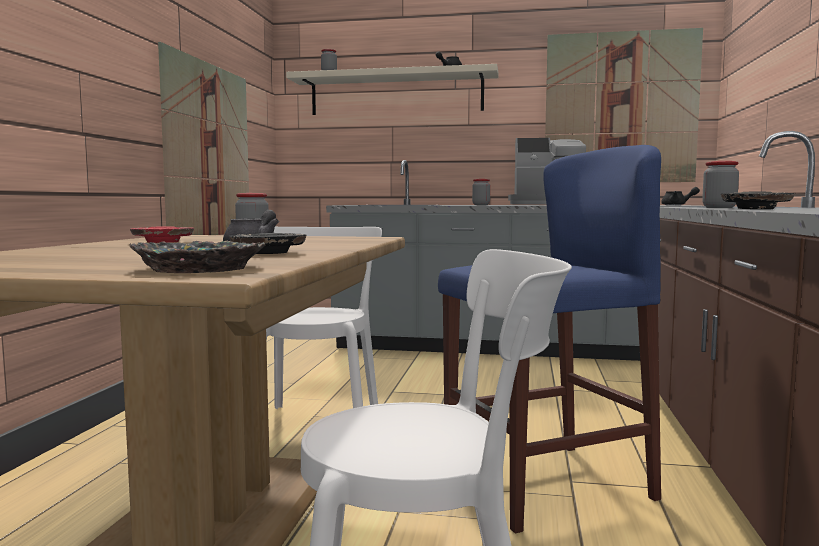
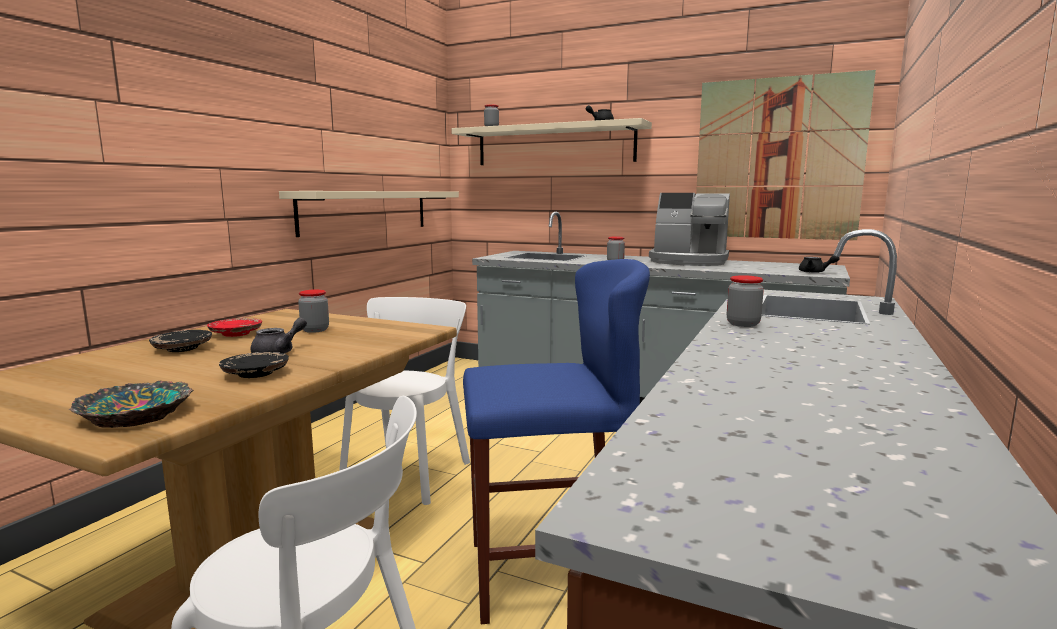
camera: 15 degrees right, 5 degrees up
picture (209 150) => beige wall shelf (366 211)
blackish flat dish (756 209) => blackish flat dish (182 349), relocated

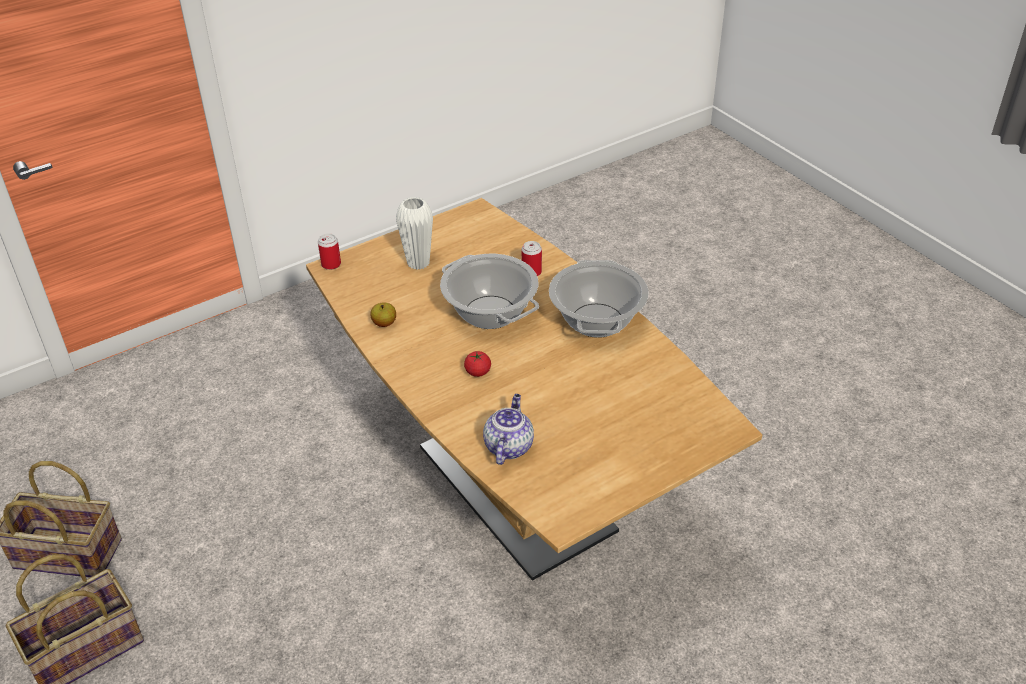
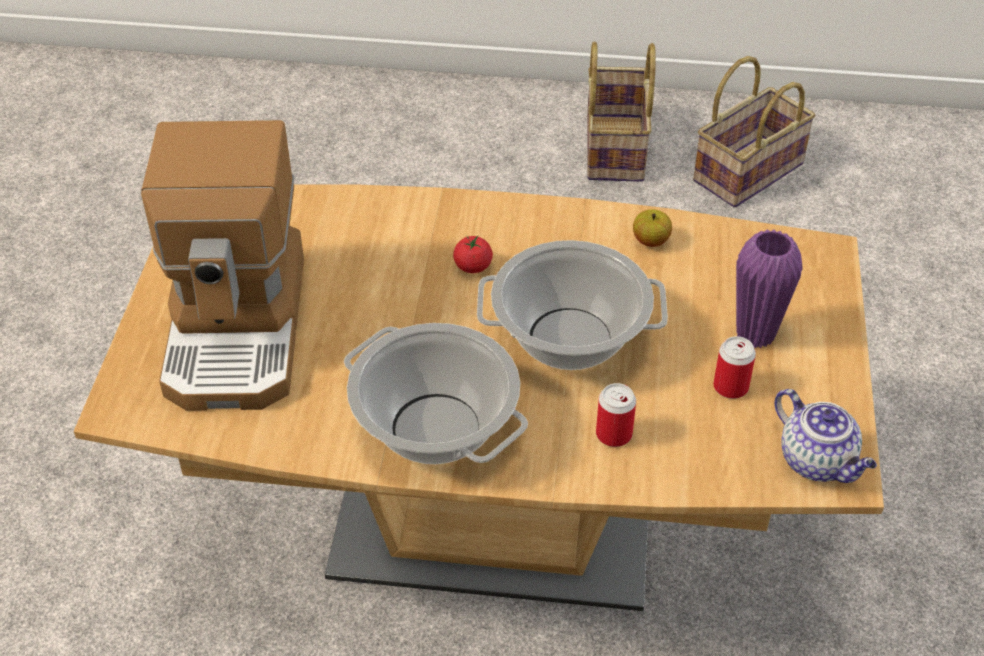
camera: 130 degrees right, 5 degrees up
can (331 264) => can (730 387), relocated
white-coloured decorative vase (418 263) => purplish decorative vase (755 334)
teapot (508 446) => teapot (818 462), relocated
nothing => coffee brewer (239 328)

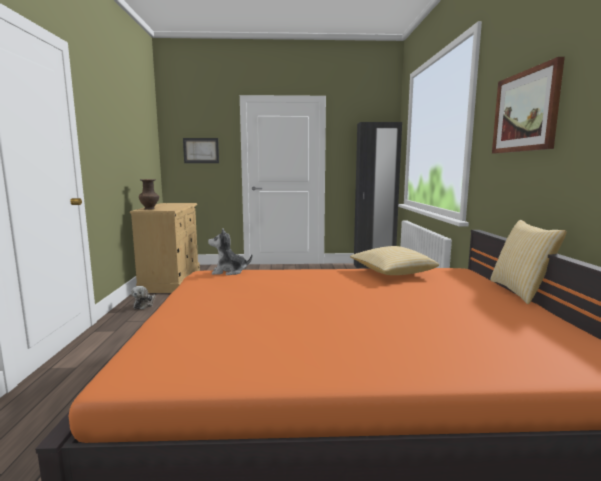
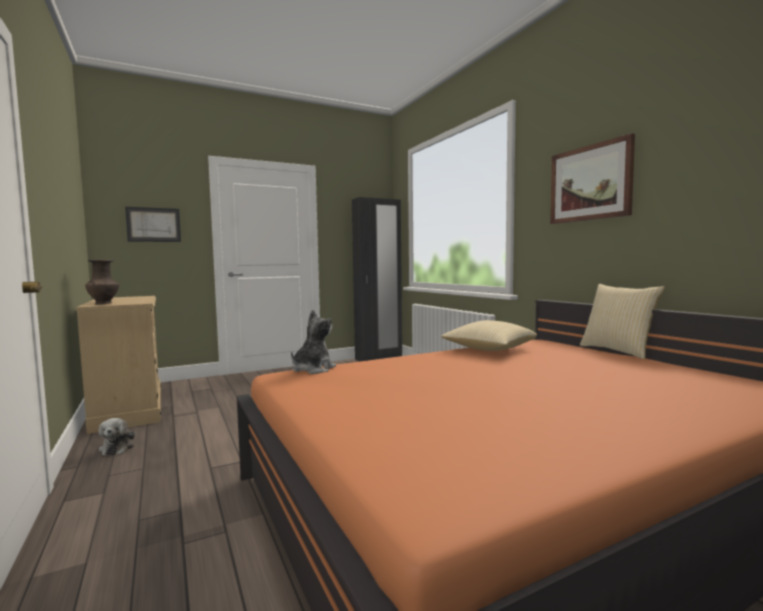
camera: 25 degrees left, 5 degrees down
plush toy (229 272) => plush toy (312 370), 150 degrees clockwise

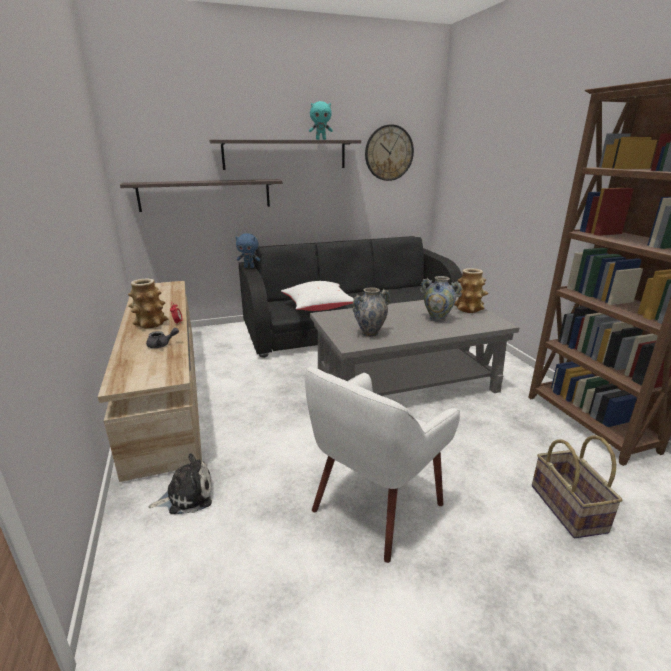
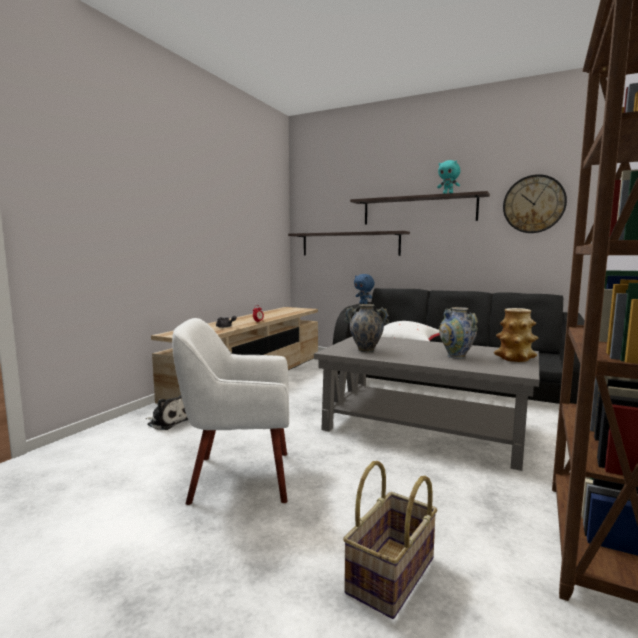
camera: 45 degrees right, 15 degrees down
decorative vase (150 324) => nothing

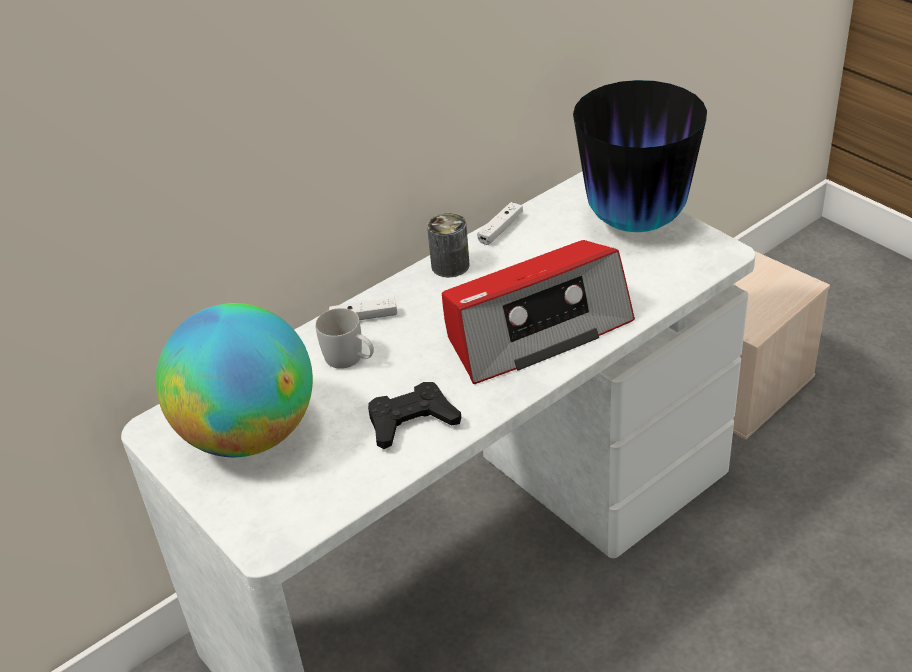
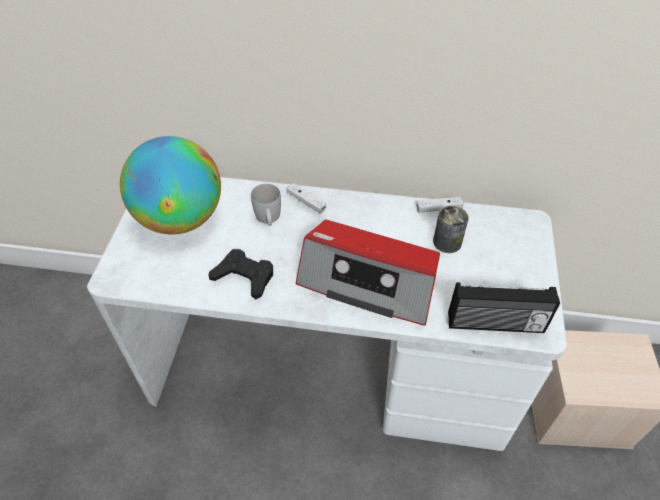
camera: 45 degrees right, 10 degrees up
can (450 265) => can (447 242), relocated
decorative vase (636 221) => nothing
nothing => radio (495 324)

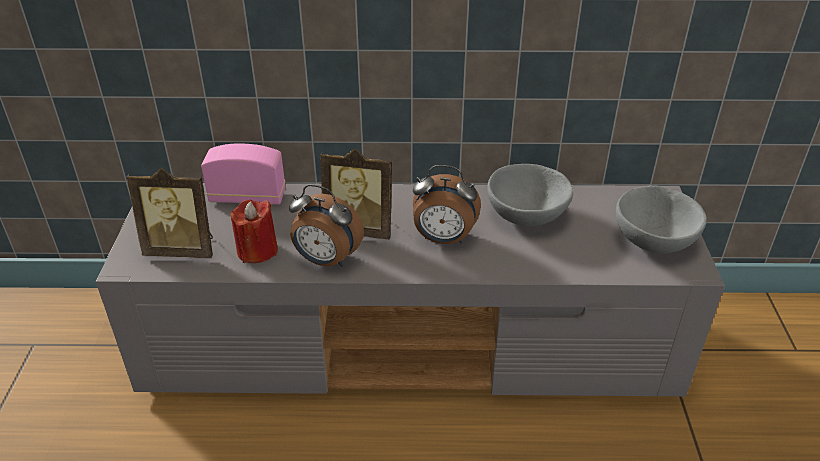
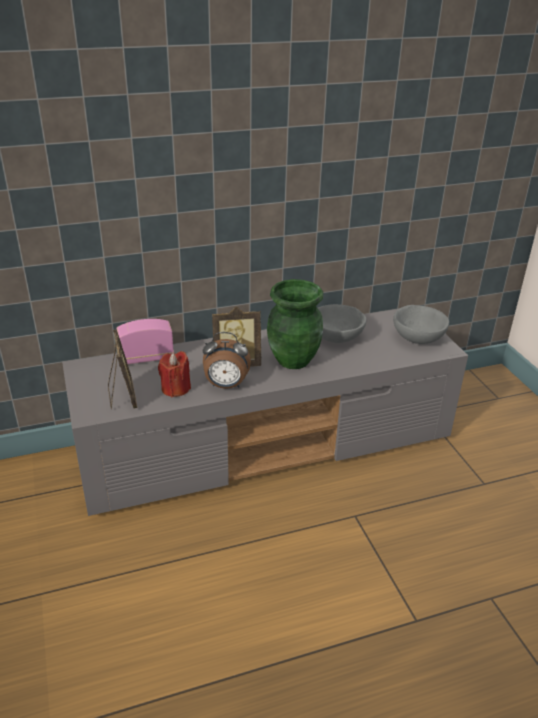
camera: 20 degrees left, 5 degrees down
standing frame (182 249) => standing frame (122 397), 90 degrees counterclockwise
bedside clock (443 239) => greenish decorative vase (293 360)

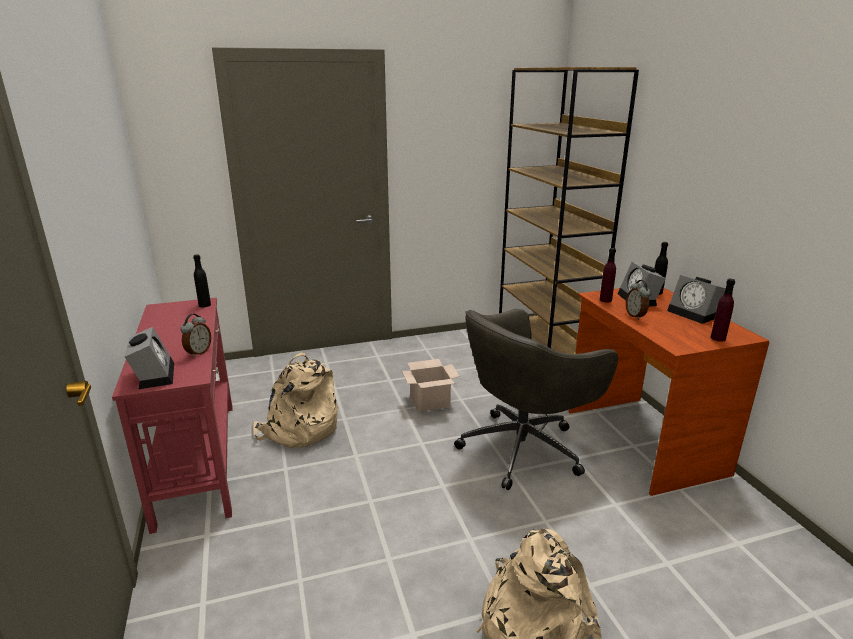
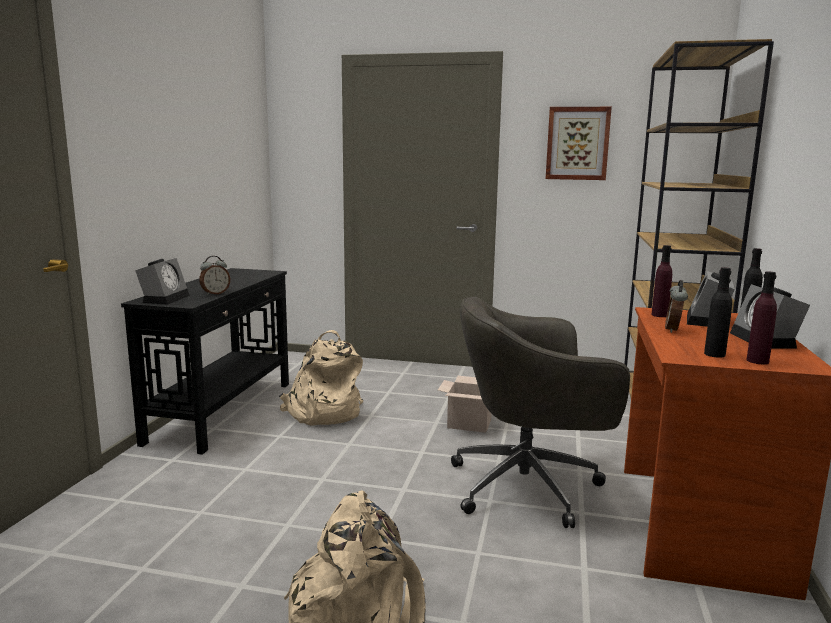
camera: 30 degrees right, 10 degrees down
red-coloured console table (198 459) => blackish console table (223 411)
blackish drink bottle (204 305) => blackish drink bottle (714 354), relocated
nothing => picture (577 143)

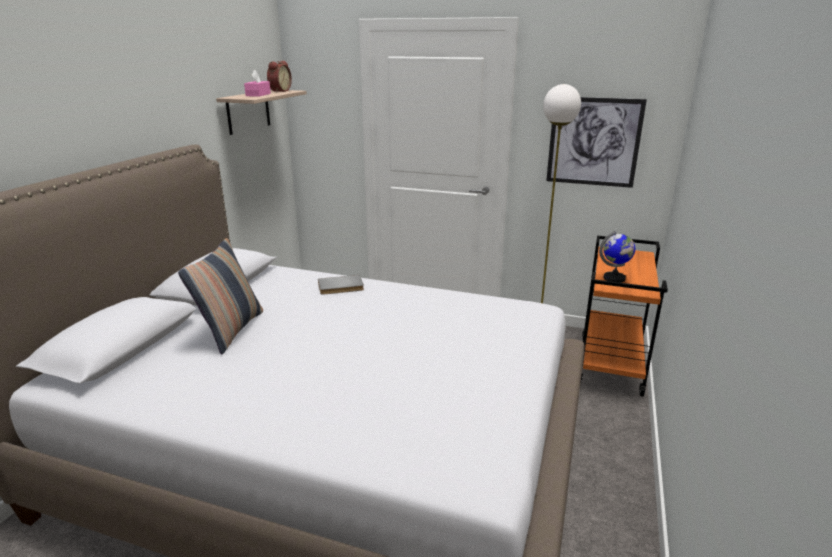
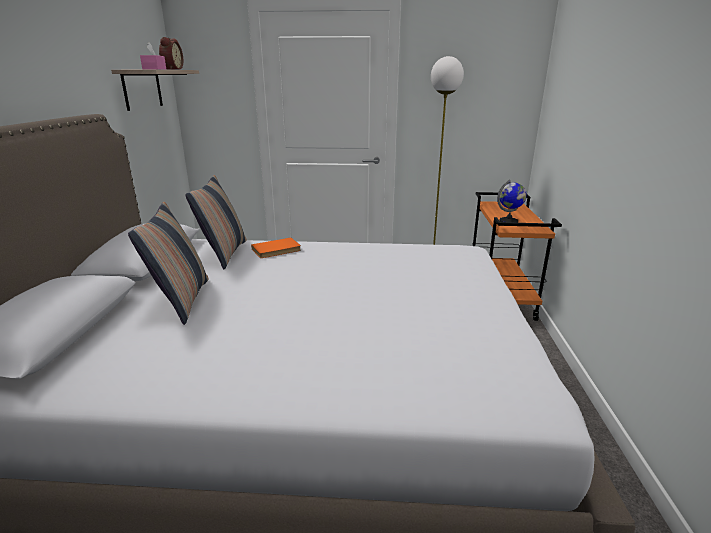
camera: 15 degrees left, 0 degrees up
gray book (341 287) => orange-coloured book (277 250)
picture (593 142) => nothing
nothing => throw pillow (224 254)

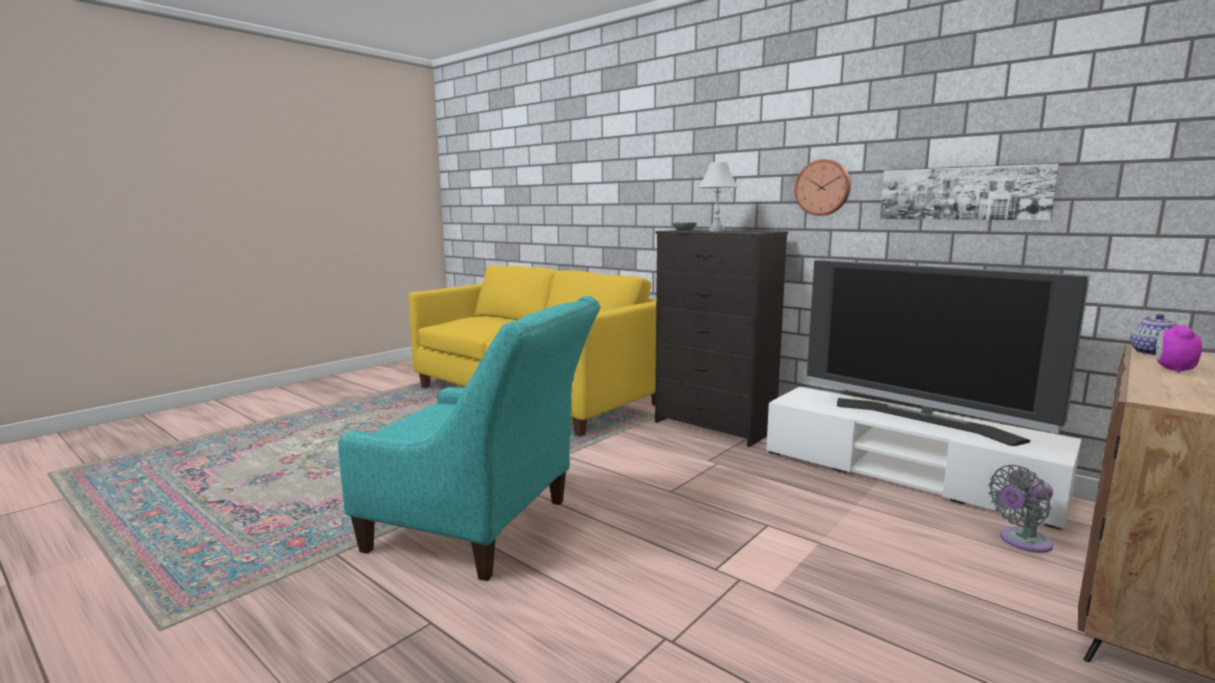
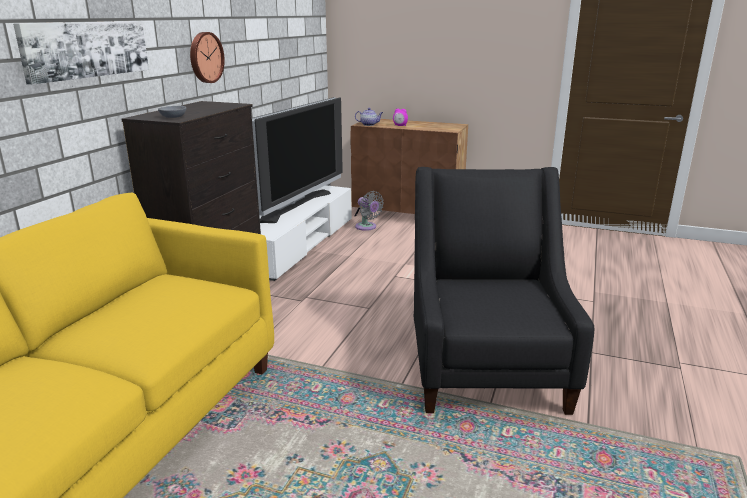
camera: 110 degrees left, 10 degrees up
blue-green easy chair (483 528) => blackish easy chair (486 369)
white-coloured tabletop lamp (716 231) => nothing
picture (962 193) => picture (86 49), relocated

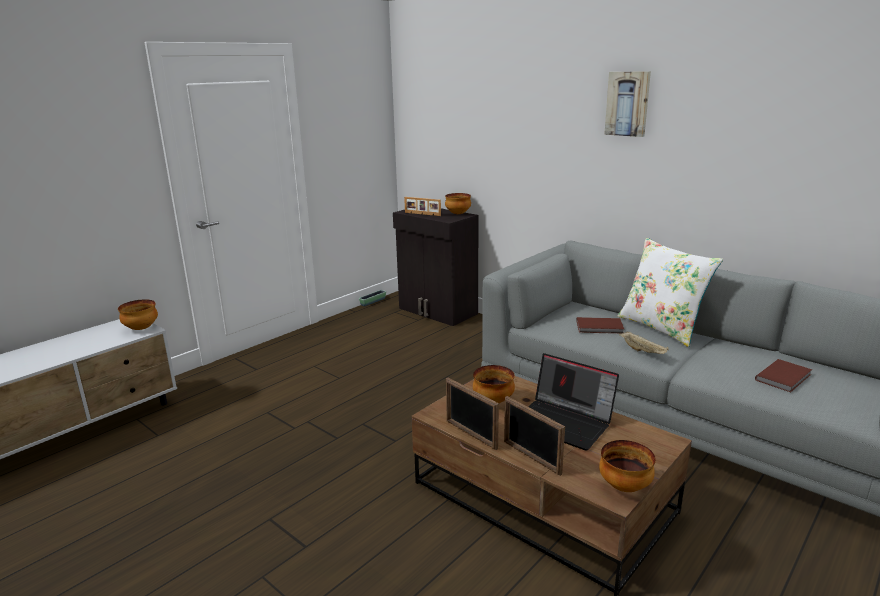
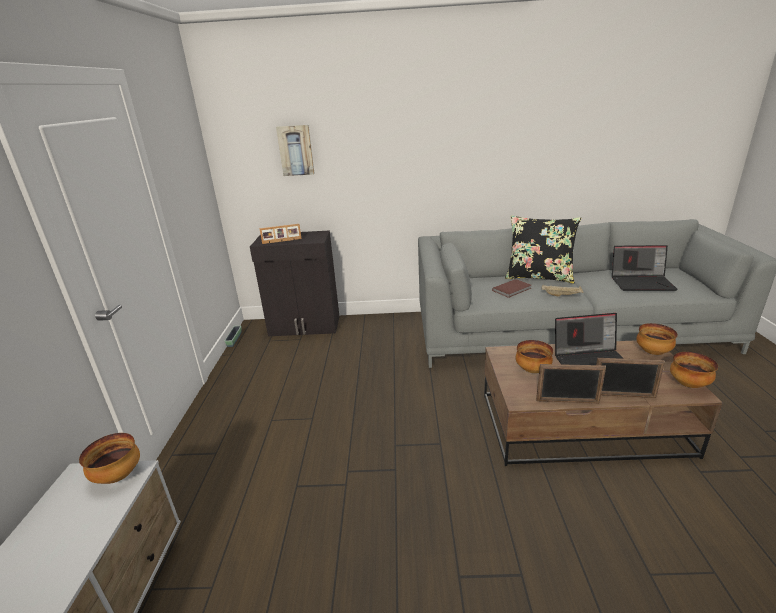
camera: 40 degrees left, 5 degrees up
deep dish (457 214) => deep dish (652 352), relocated
picture (628 104) => picture (296 150), relocated
white-coloured throw pillow (661 327) => blackish throw pillow (539 277)
brown book (784 377) => laptop (642 282)

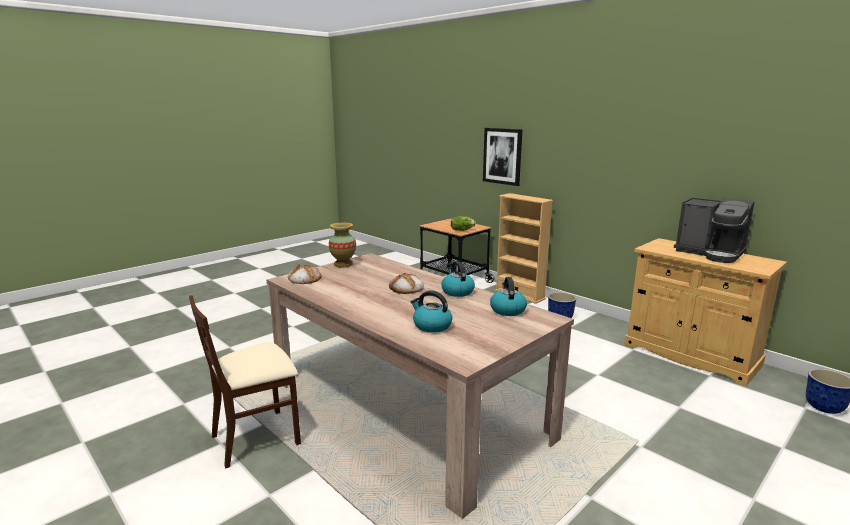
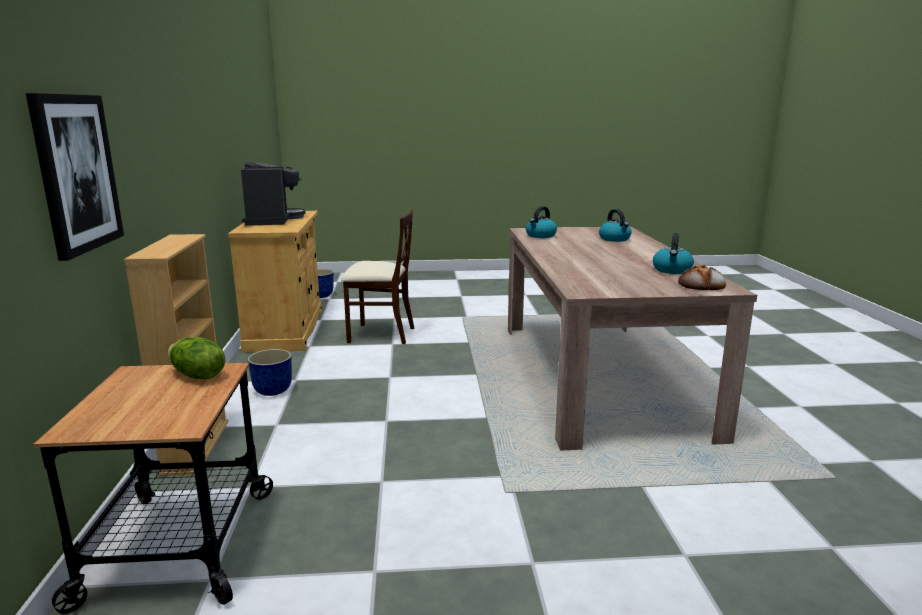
camera: 140 degrees left, 0 degrees up
beige chair (256 438) => beige chair (380 334), relocated
decorative vase (343 264) => nothing
baked bread (406 288) => nothing
tea kettle (457 292) => tea kettle (672 270), relocated

